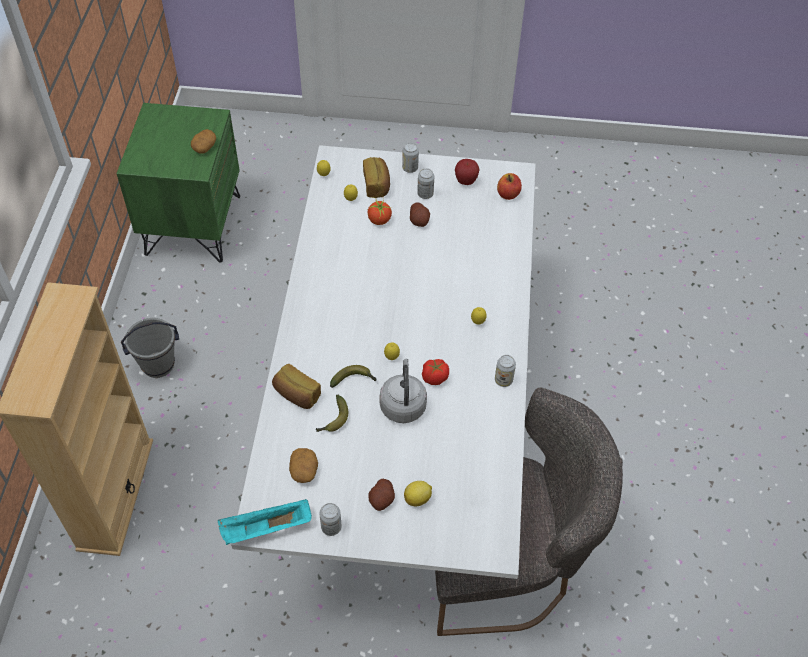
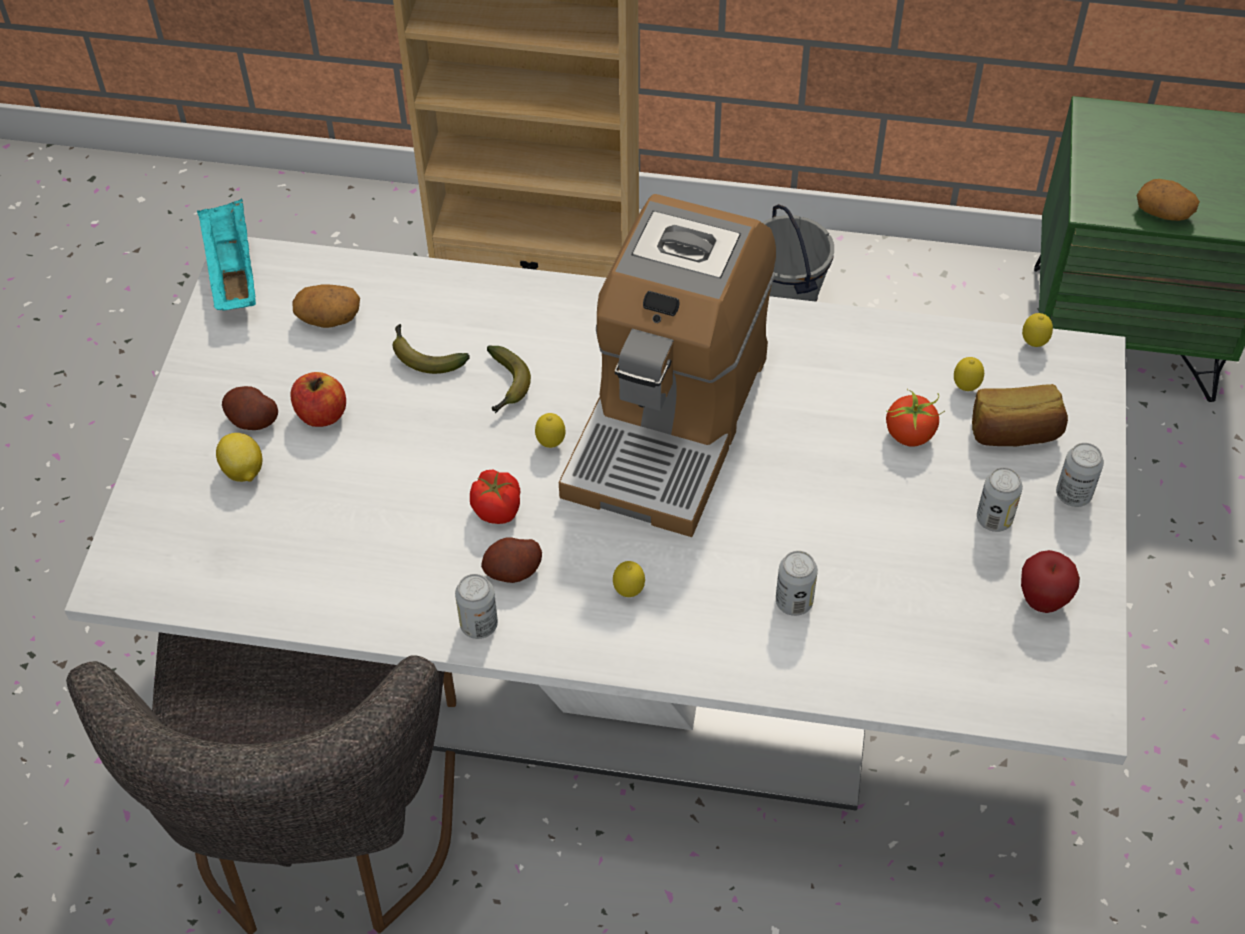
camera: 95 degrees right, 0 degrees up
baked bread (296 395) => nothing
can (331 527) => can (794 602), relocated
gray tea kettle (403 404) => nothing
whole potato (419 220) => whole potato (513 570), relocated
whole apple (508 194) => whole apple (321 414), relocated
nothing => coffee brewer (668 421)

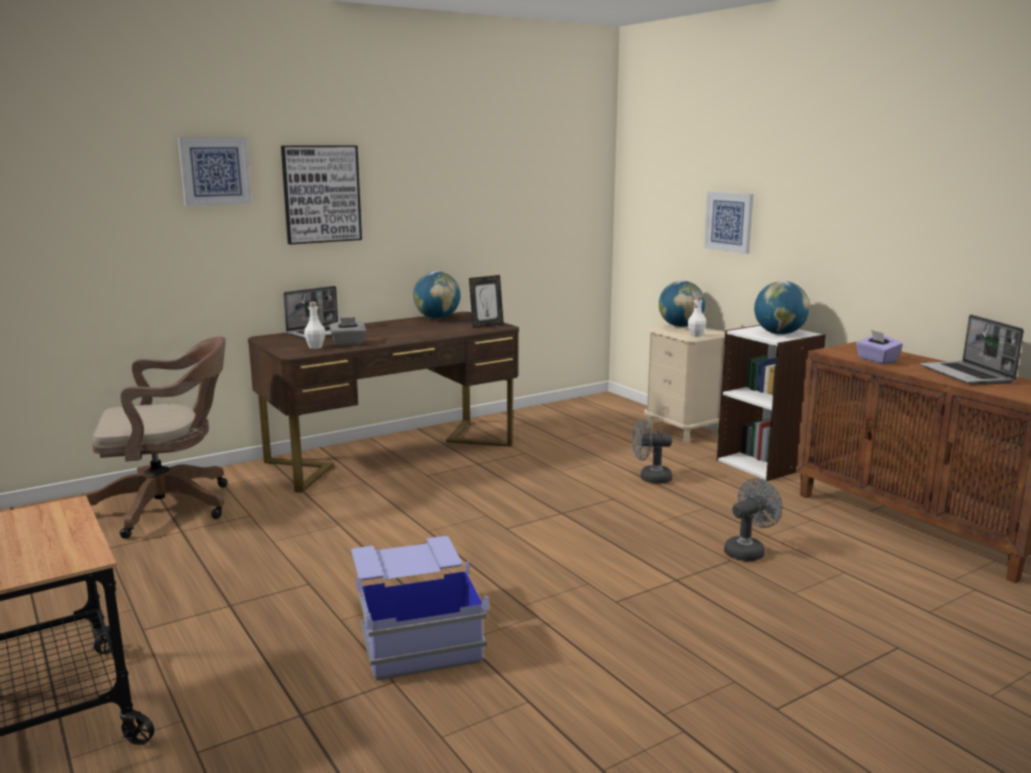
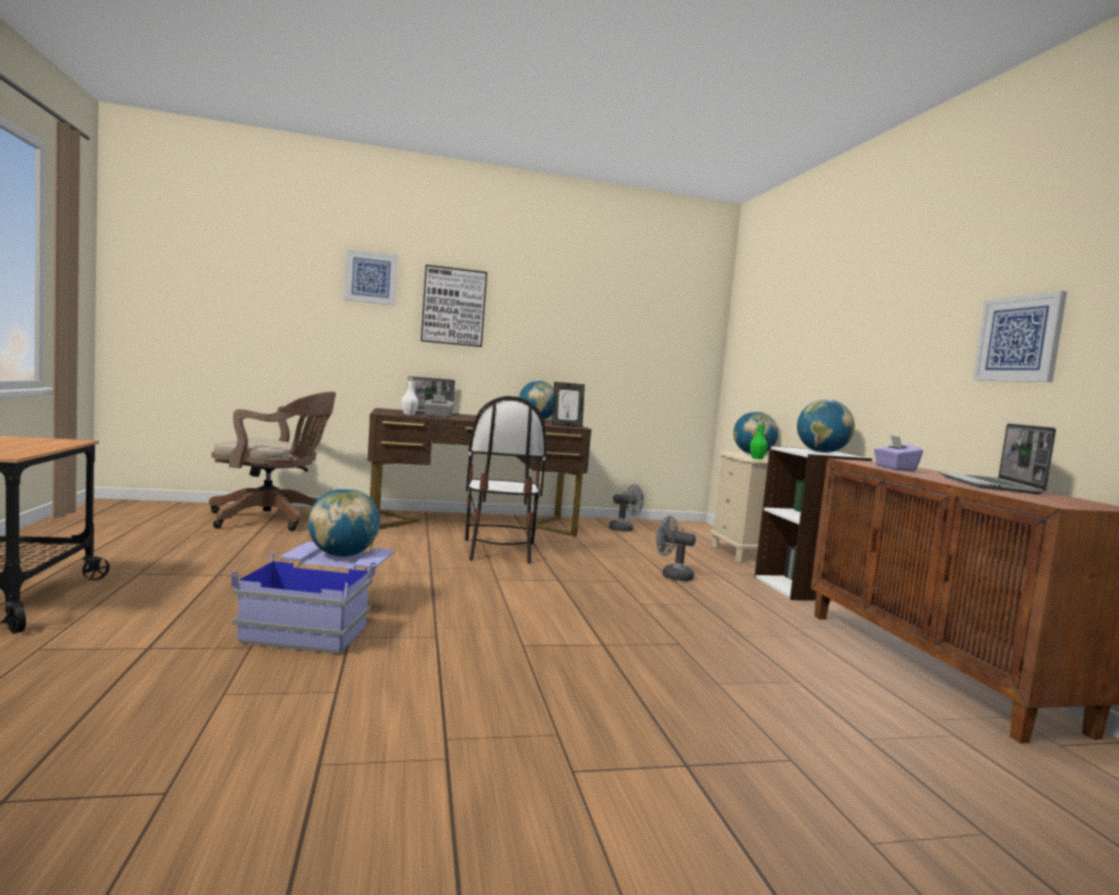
camera: 20 degrees right, 10 degrees down
white-coloured drink bottle (696 335) => greenish drink bottle (757 458)
picture (729 221) => picture (1019 339), relocated
gray fan (748 551) => gray fan (624 529), relocated
nothing => world globe (342 555)
nothing => chair (499 551)

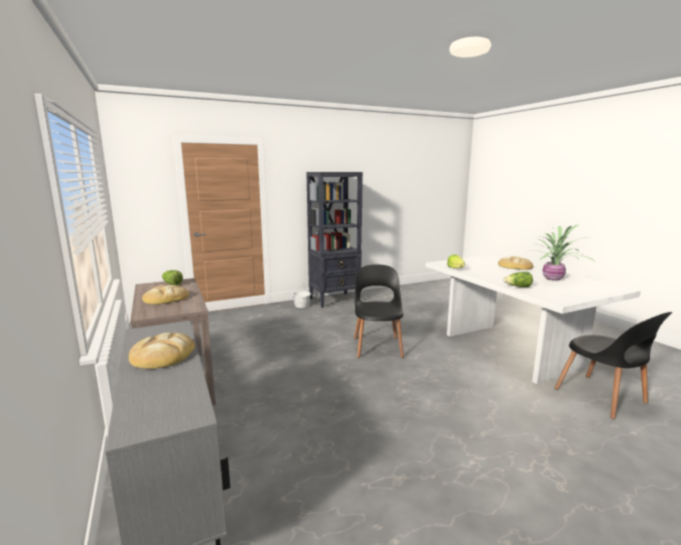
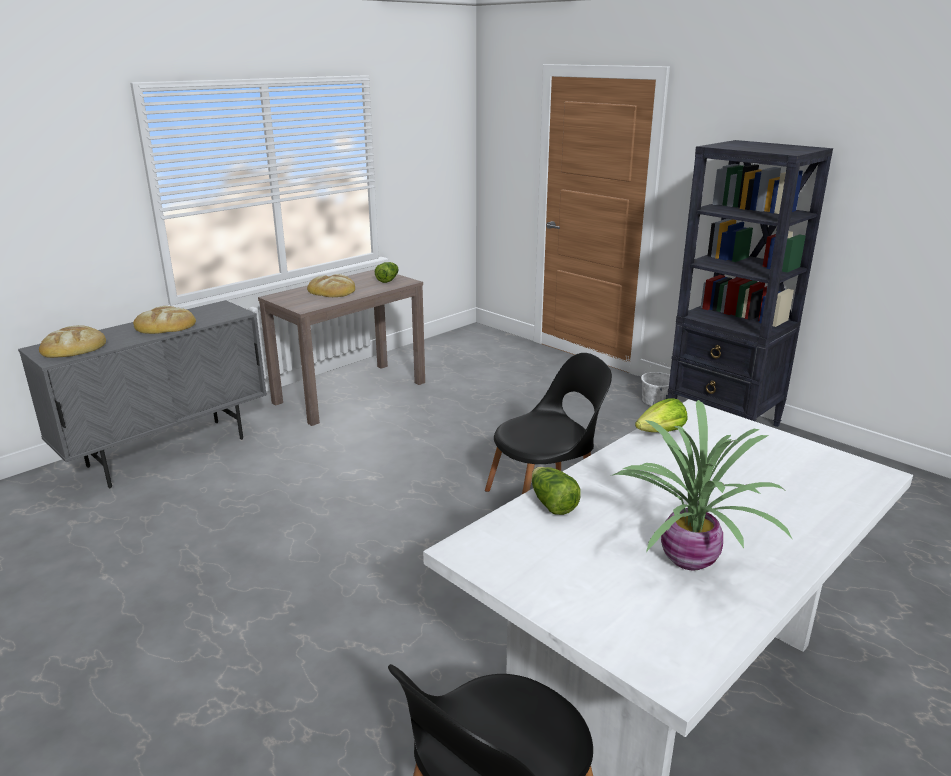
camera: 70 degrees right, 10 degrees up
baked bread (514 266) => baked bread (74 347), relocated

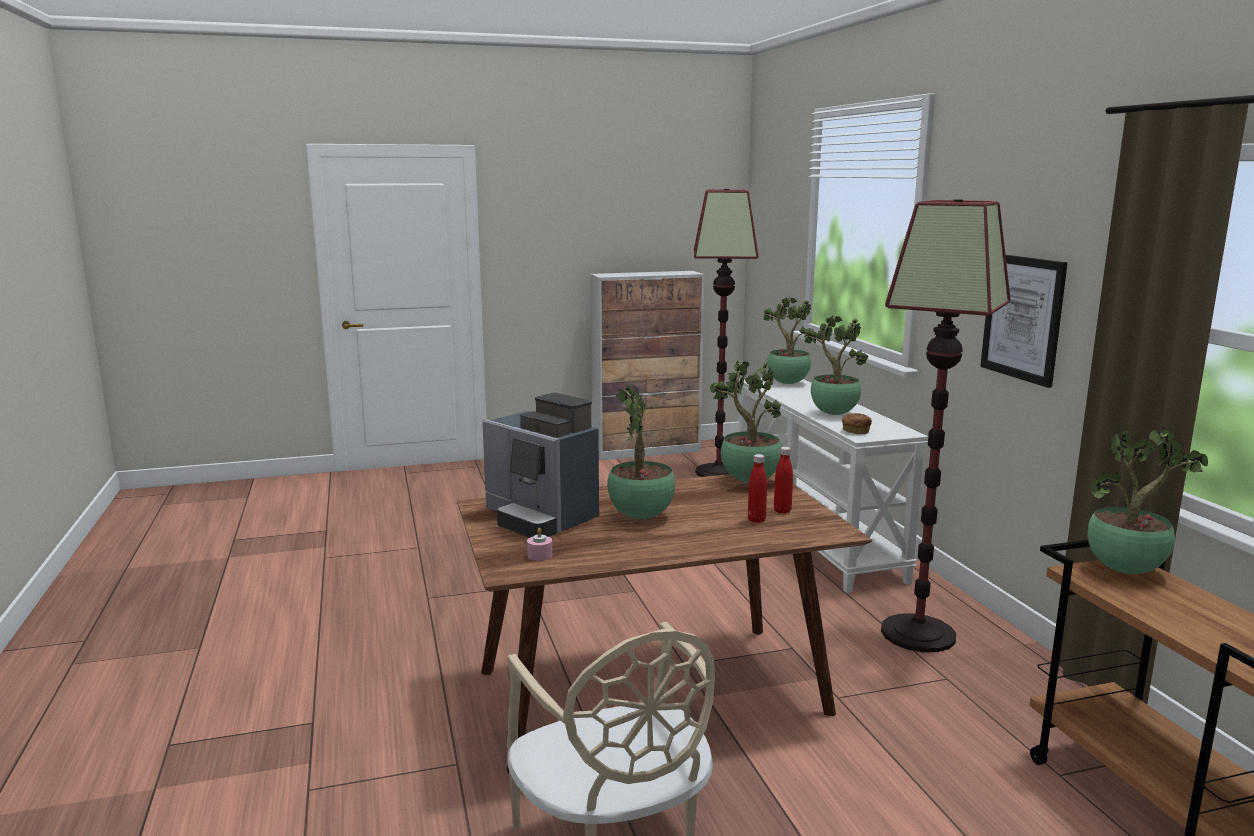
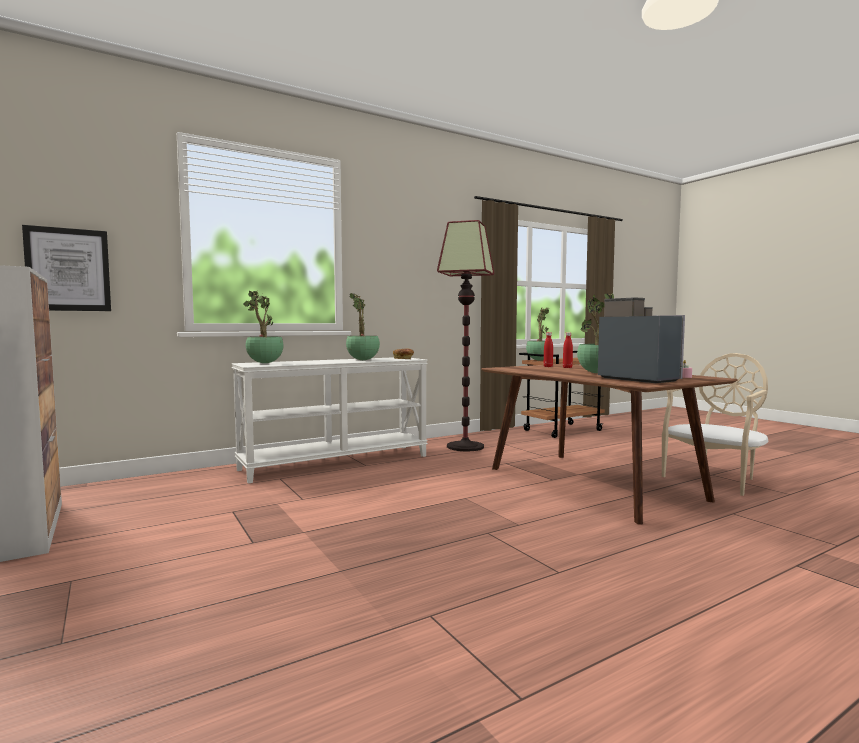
camera: 105 degrees left, 10 degrees down
coffee brewer (540 519) => coffee brewer (638 379), 60 degrees counterclockwise
standard lamp (719 472) => nothing
houseplant (748 481) => nothing
picture (1023 318) => picture (68 270), relocated

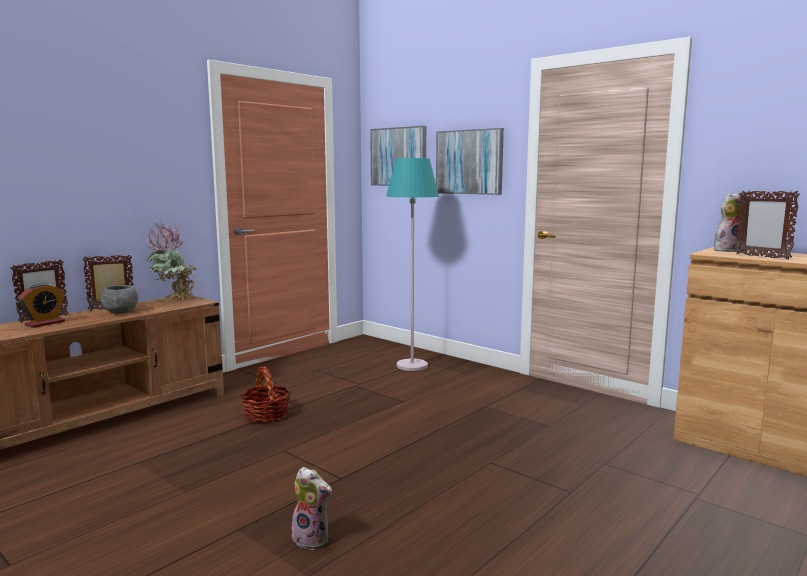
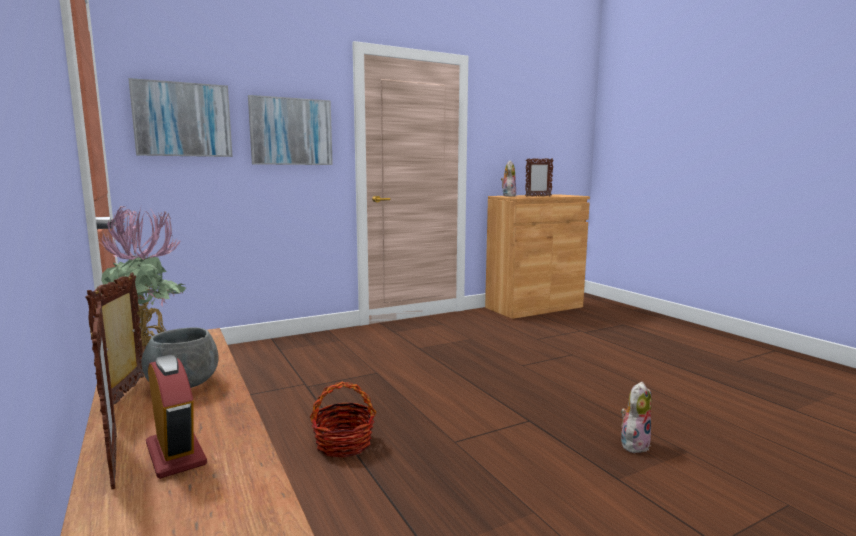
camera: 70 degrees left, 0 degrees up
blue-green standard lamp (412 366) => nothing

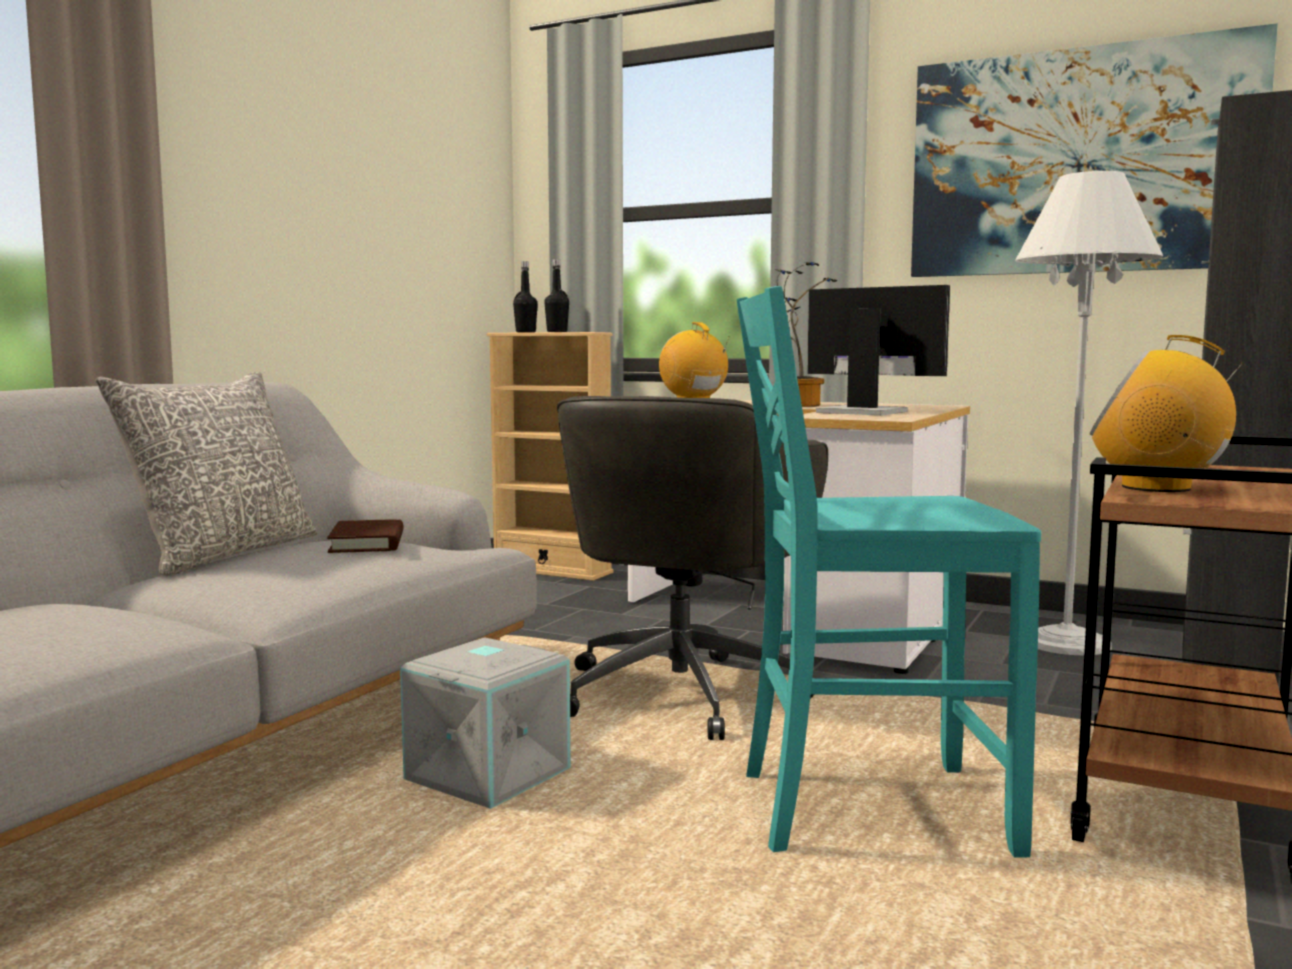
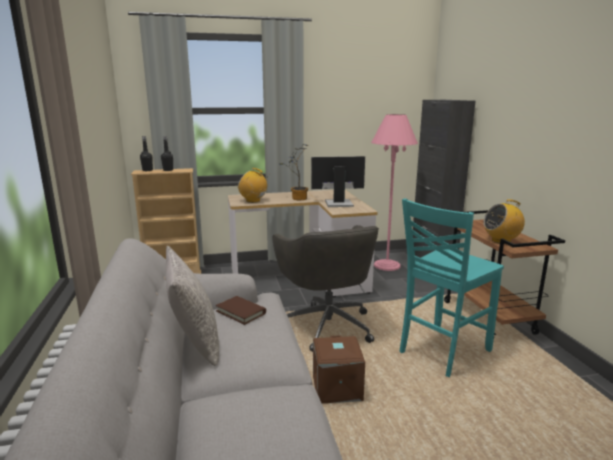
camera: 40 degrees left, 10 degrees up
gray storage container (487 775) => brown storage container (335 388)
picture (1079 162) => nothing
white-coloured standard lamp (1067 643) => pinkish standard lamp (387 265)

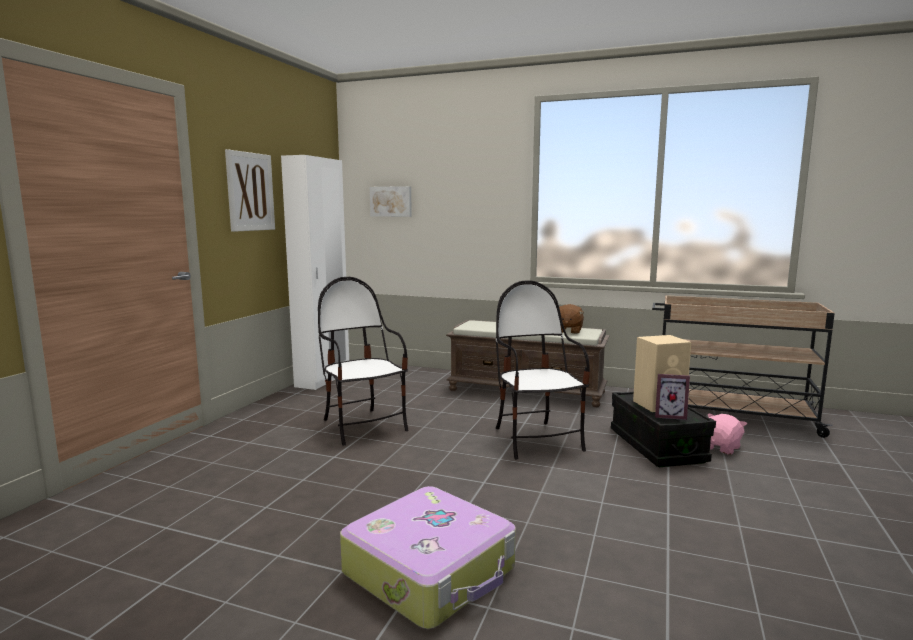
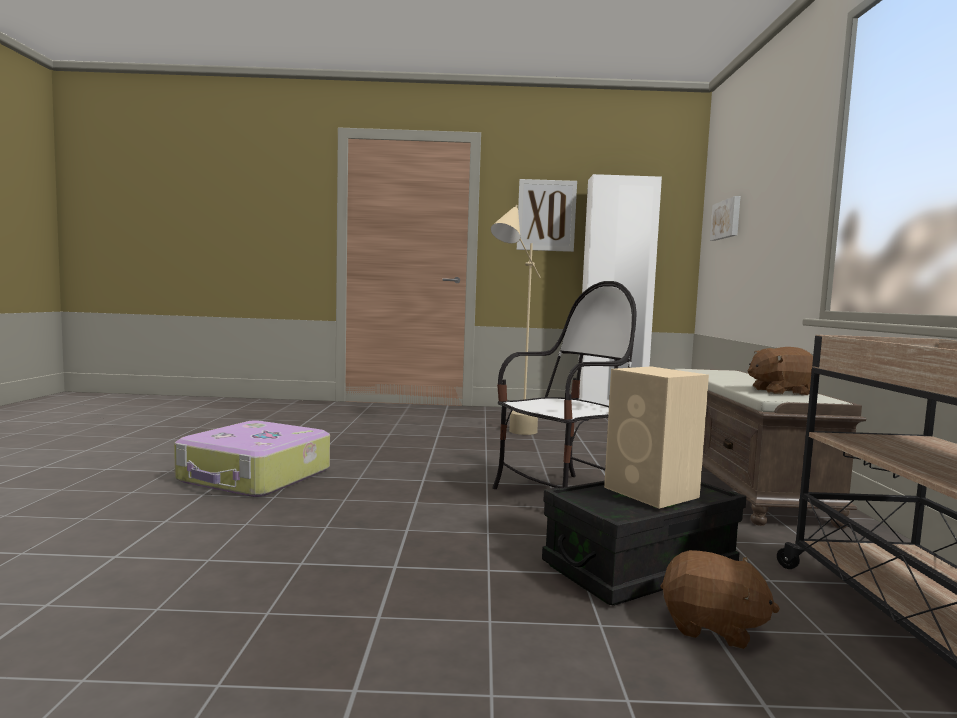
camera: 70 degrees right, 5 degrees down
chair (363 426) => beige standard lamp (512 435)
standing frame (669 415) => nothing
pinkish plush toy (720 447) => brown plush toy (712 627)

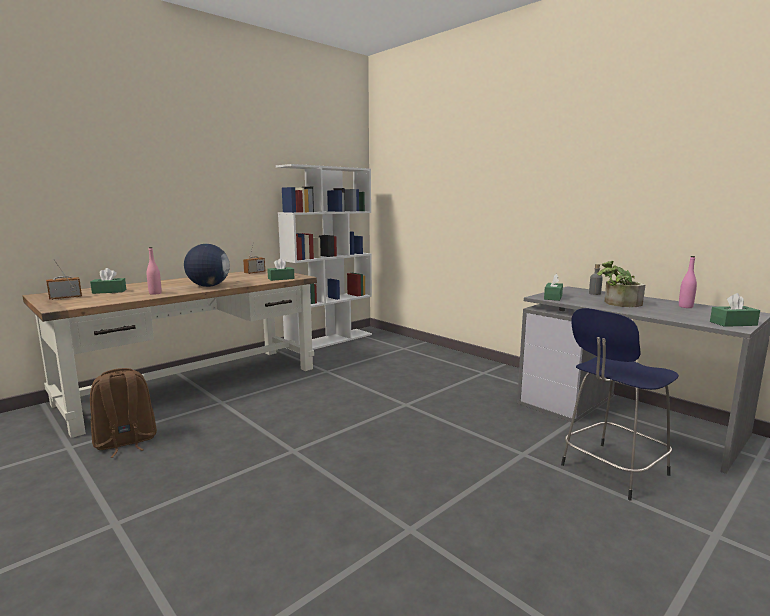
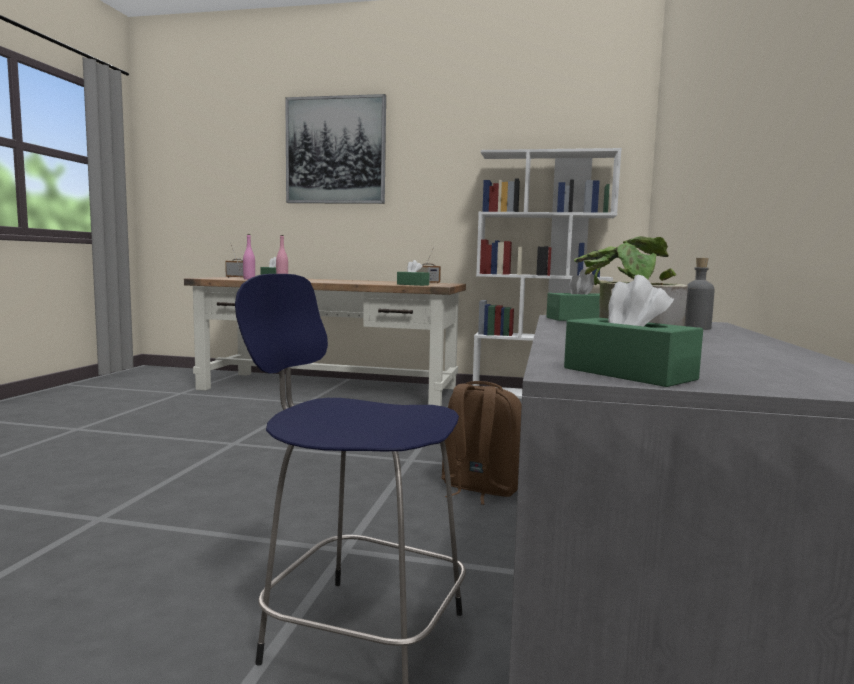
camera: 55 degrees right, 5 degrees down
brown rucksack (125 442) => brown rucksack (479 489), relocated
world globe (208 286) => nothing
pinkish drink bottle (685 307) => pinkish drink bottle (249 279), relocated
nothing => picture (335 150)

